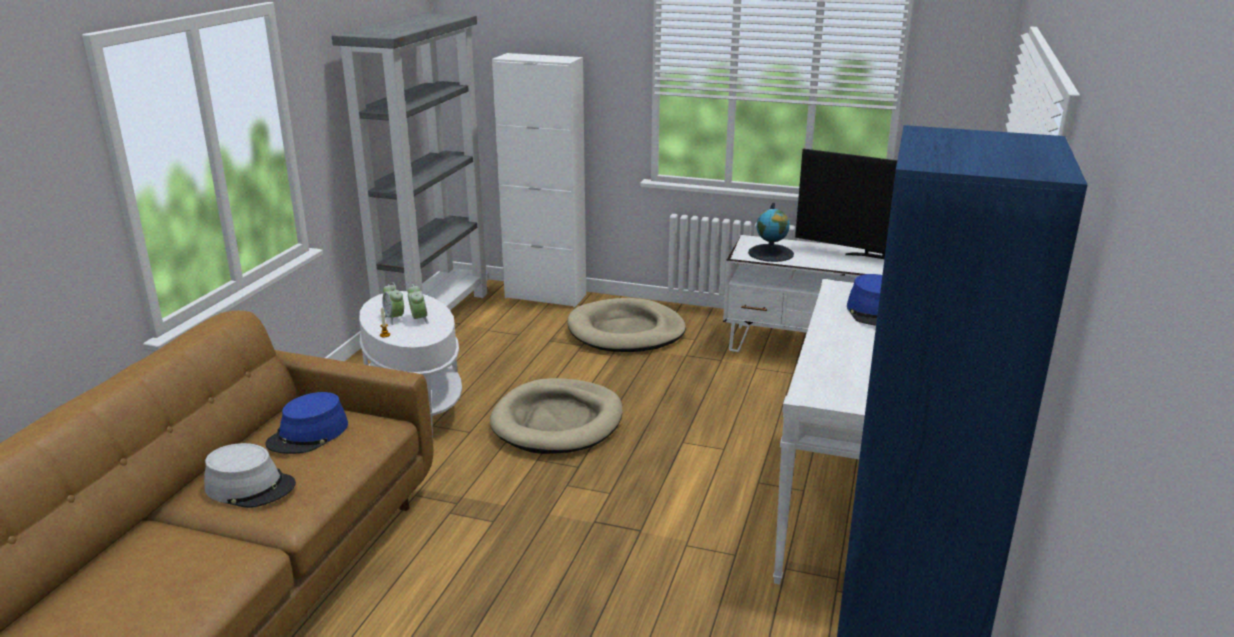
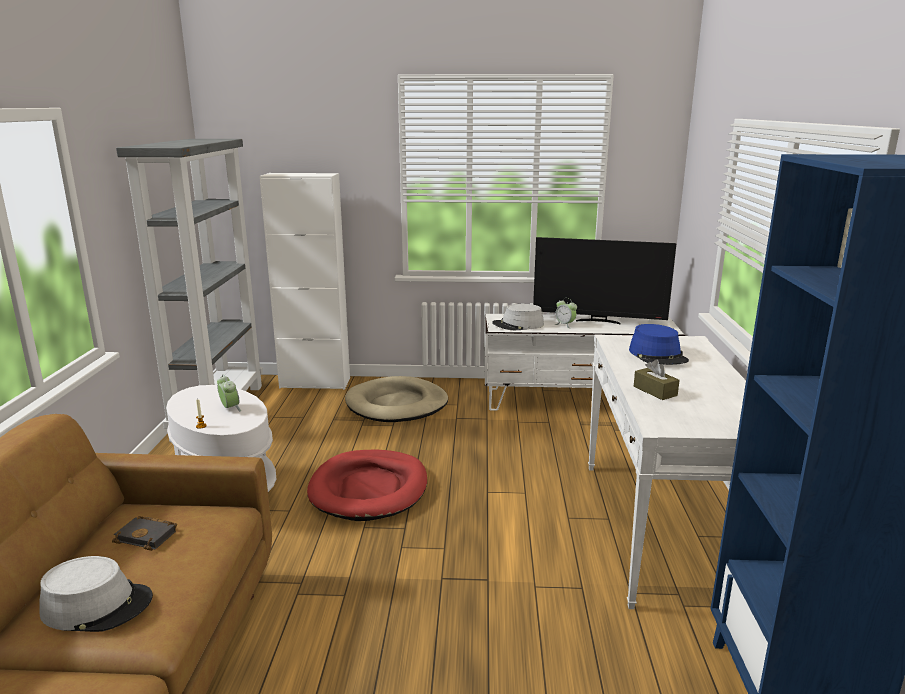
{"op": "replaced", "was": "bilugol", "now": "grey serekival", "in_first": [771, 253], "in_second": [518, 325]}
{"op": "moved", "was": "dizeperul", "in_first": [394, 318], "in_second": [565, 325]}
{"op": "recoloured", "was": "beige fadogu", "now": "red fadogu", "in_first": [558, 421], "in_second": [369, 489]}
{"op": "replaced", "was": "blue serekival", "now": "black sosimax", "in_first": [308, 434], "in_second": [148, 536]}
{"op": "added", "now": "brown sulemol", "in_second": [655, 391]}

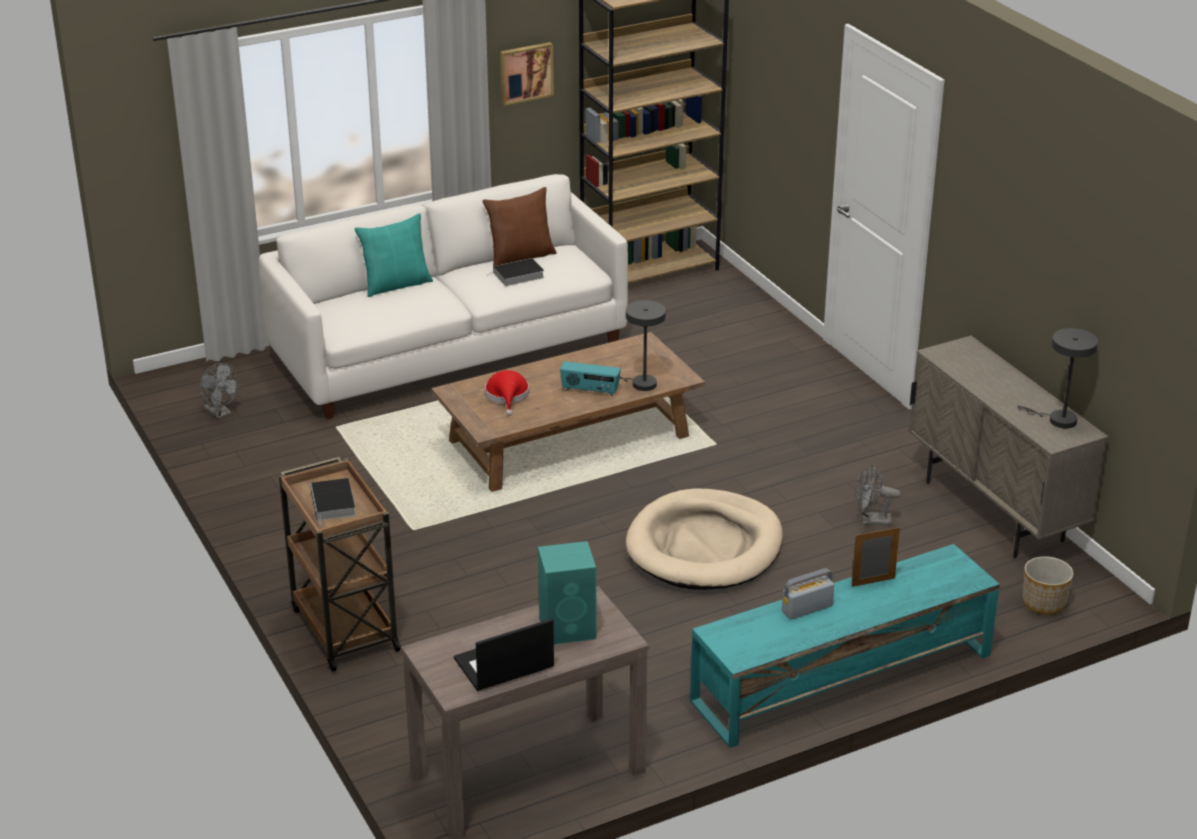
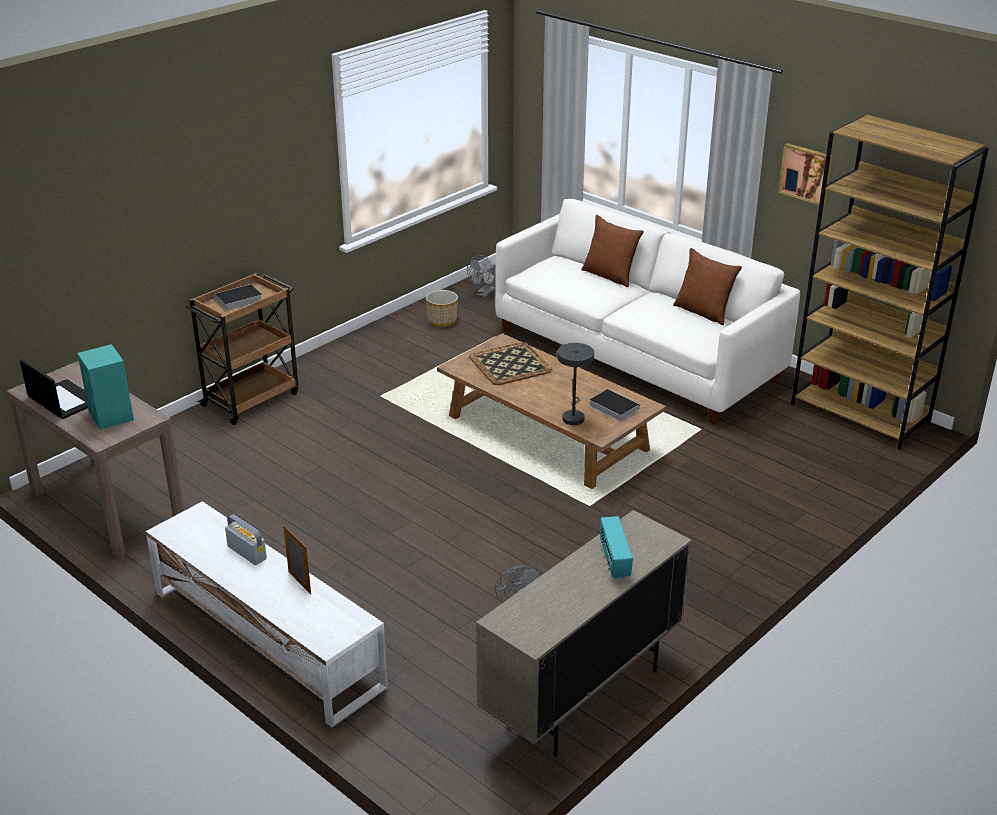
{"op": "recoloured", "was": "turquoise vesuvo", "now": "brown vesuvo", "in_first": [396, 284], "in_second": [610, 275]}
{"op": "moved", "was": "sosimax", "in_first": [517, 275], "in_second": [612, 407]}
{"op": "removed", "was": "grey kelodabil", "in_first": [1057, 420]}
{"op": "moved", "was": "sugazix", "in_first": [590, 390], "in_second": [614, 561]}
{"op": "replaced", "was": "red serekival", "now": "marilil", "in_first": [507, 396], "in_second": [511, 364]}
{"op": "removed", "was": "beige fadogu", "in_first": [704, 546]}
{"op": "recoloured", "was": "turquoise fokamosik", "now": "white fokamosik", "in_first": [840, 678], "in_second": [266, 637]}
{"op": "moved", "was": "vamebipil", "in_first": [1044, 603], "in_second": [442, 321]}

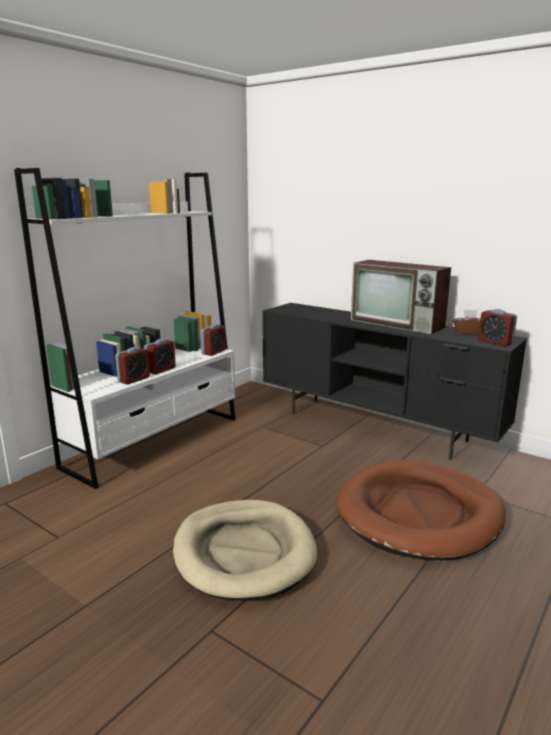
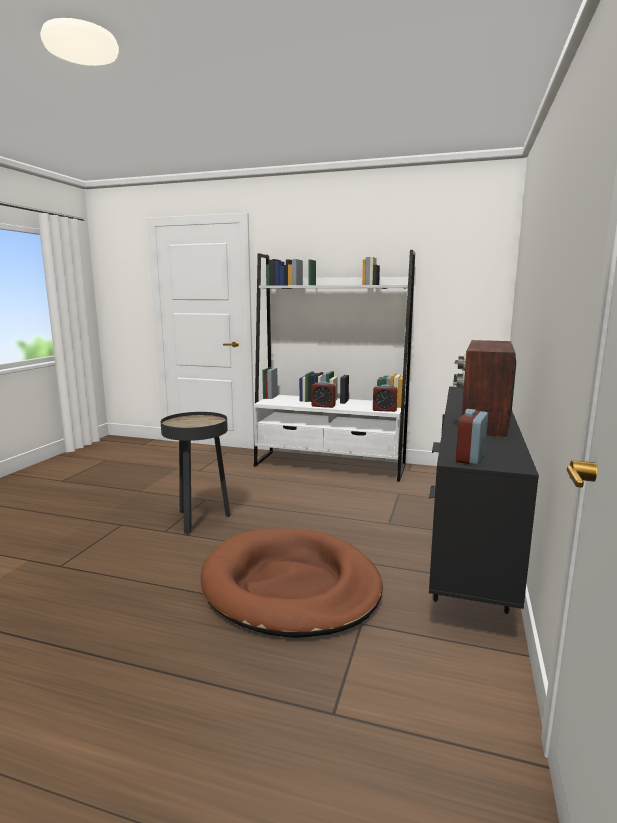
{"op": "removed", "was": "brown sulemol", "in_first": [468, 333]}
{"op": "removed", "was": "dizeperul", "in_first": [134, 379]}
{"op": "replaced", "was": "beige fadogu", "now": "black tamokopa", "in_first": [244, 552], "in_second": [200, 520]}

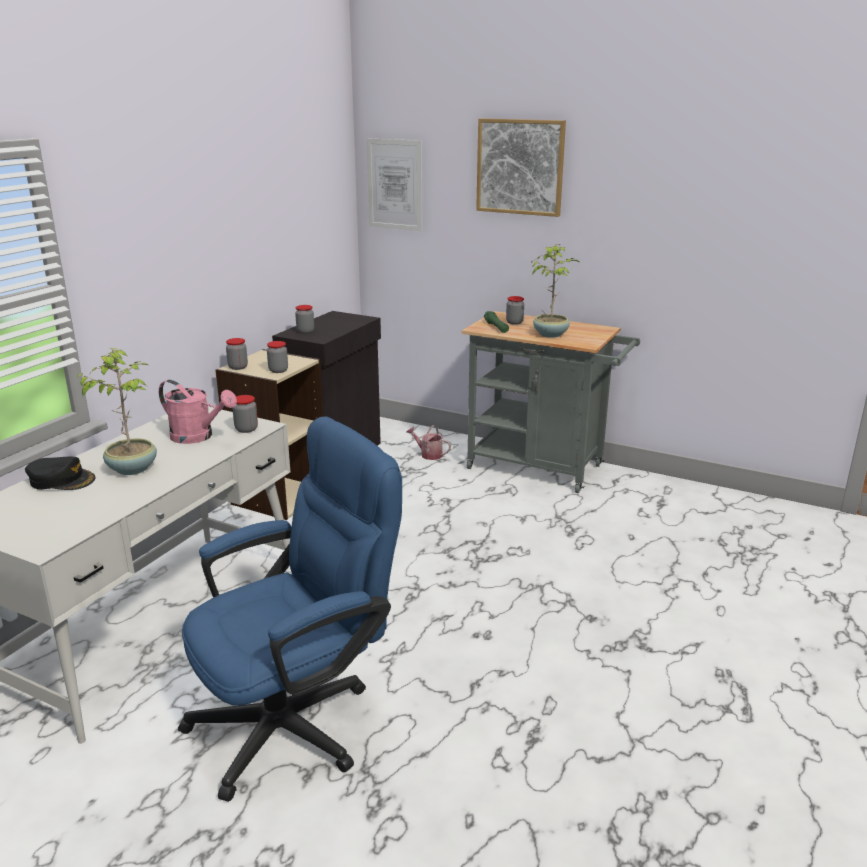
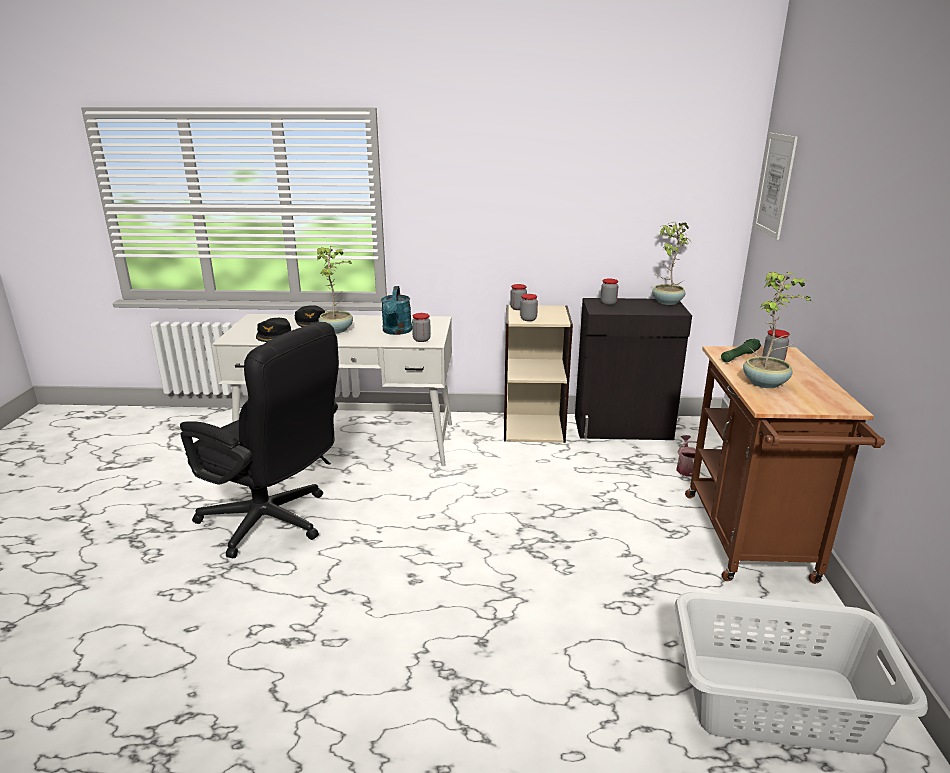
{"op": "removed", "was": "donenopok", "in_first": [520, 167]}
{"op": "recoloured", "was": "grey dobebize", "now": "brown dobebize", "in_first": [543, 468], "in_second": [751, 543]}
{"op": "recoloured", "was": "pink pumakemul", "now": "turquoise pumakemul", "in_first": [198, 437], "in_second": [396, 332]}
{"op": "recoloured", "was": "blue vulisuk", "now": "black vulisuk", "in_first": [298, 720], "in_second": [274, 523]}
{"op": "added", "now": "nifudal", "in_second": [666, 302]}
{"op": "added", "now": "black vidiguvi", "in_second": [274, 334]}
{"op": "added", "now": "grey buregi", "in_second": [778, 703]}

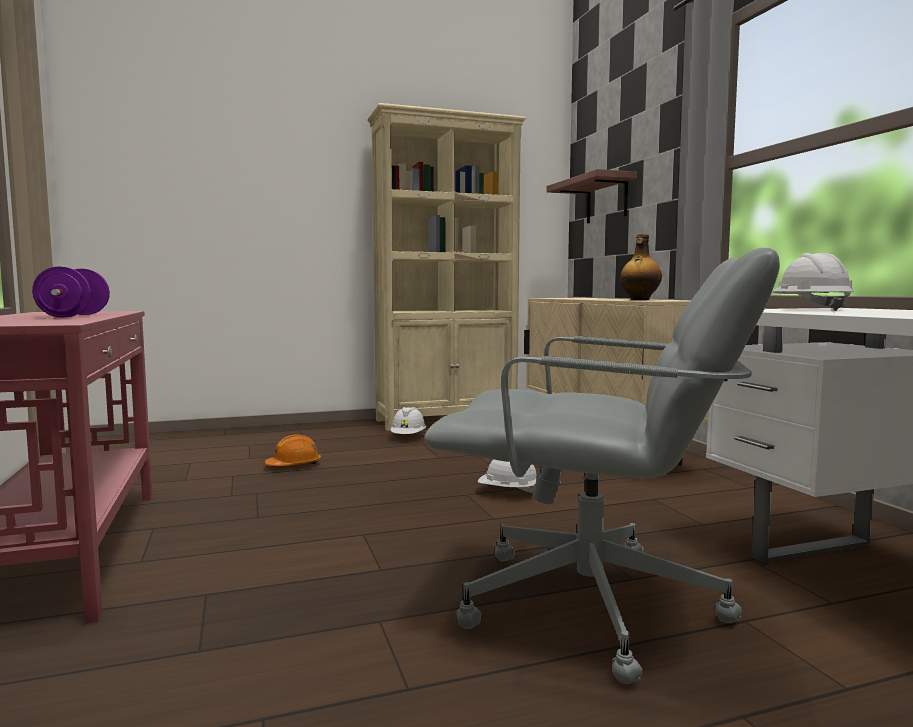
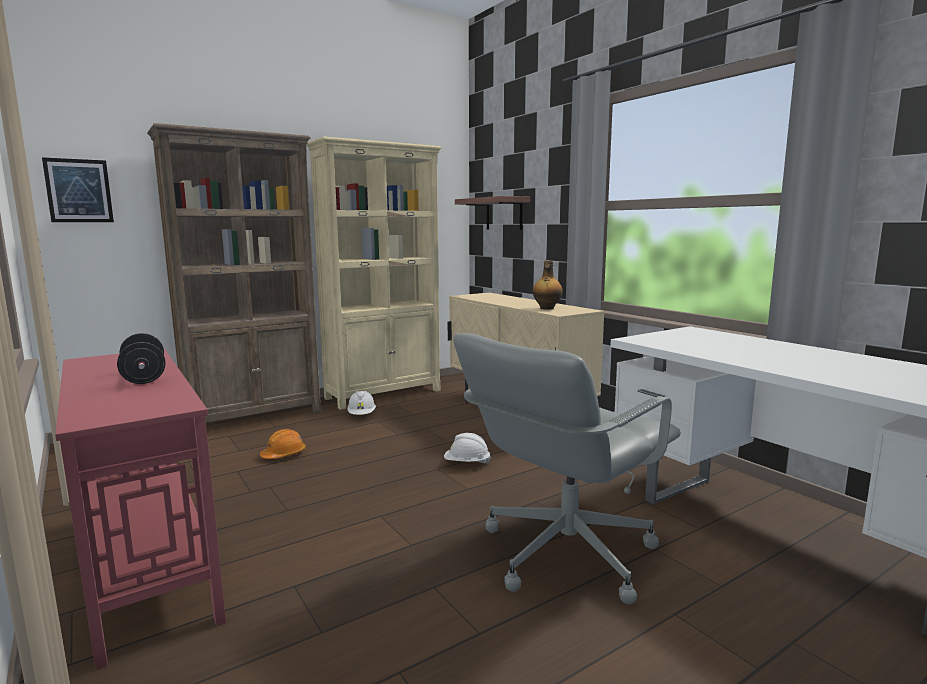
{"op": "turned", "was": "grey vulisuk", "in_first": [593, 606], "in_second": [565, 553], "clockwise": 135}
{"op": "removed", "was": "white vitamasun", "in_first": [810, 309]}
{"op": "recoloured", "was": "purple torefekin", "now": "black torefekin", "in_first": [74, 316], "in_second": [144, 377]}
{"op": "added", "now": "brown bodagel", "in_second": [255, 416]}
{"op": "added", "now": "donenopok", "in_second": [79, 191]}

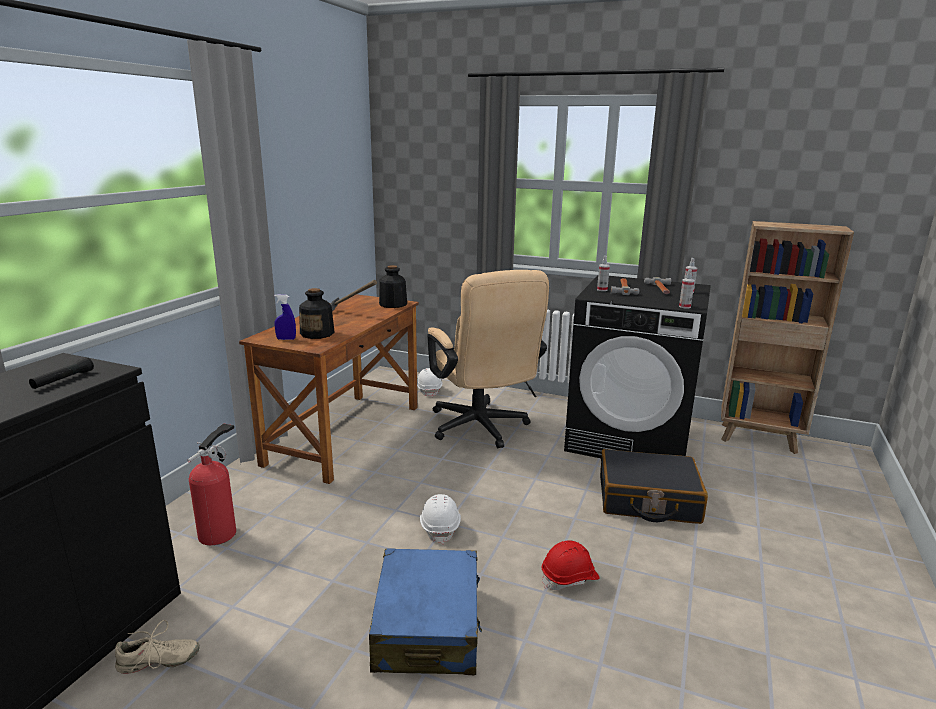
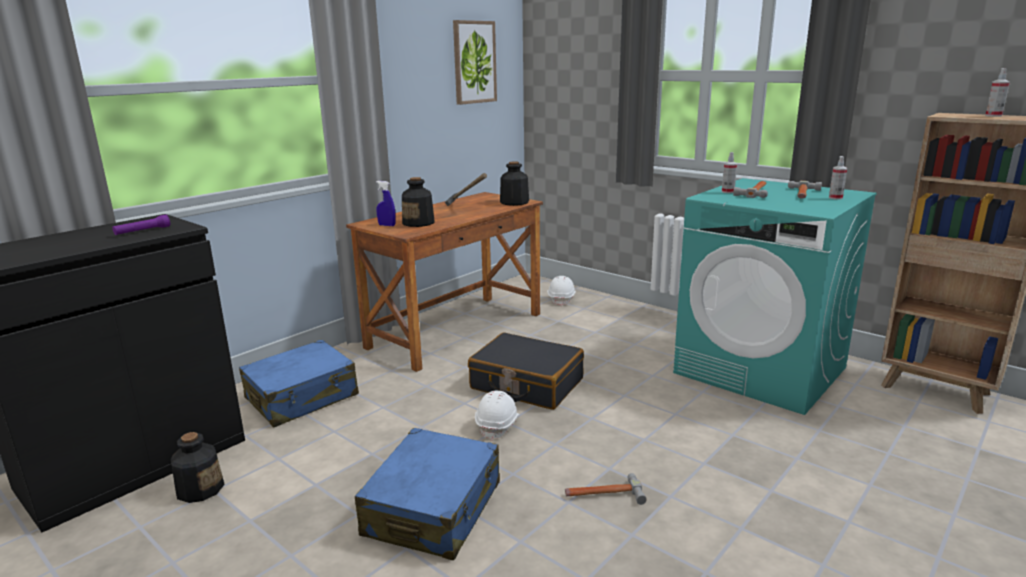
{"op": "moved", "was": "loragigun", "in_first": [684, 306], "in_second": [993, 115]}
{"op": "removed", "was": "beige vulisuk", "in_first": [482, 429]}
{"op": "recoloured", "was": "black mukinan", "now": "turquoise mukinan", "in_first": [630, 439], "in_second": [761, 370]}
{"op": "recoloured", "was": "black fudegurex", "now": "purple fudegurex", "in_first": [63, 380], "in_second": [143, 231]}
{"op": "replaced", "was": "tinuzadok", "now": "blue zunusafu", "in_first": [220, 531], "in_second": [302, 397]}
{"op": "moved", "was": "black zunusafu", "in_first": [648, 500], "in_second": [526, 384]}
{"op": "replaced", "was": "red vitamasun", "now": "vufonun", "in_first": [569, 578], "in_second": [603, 494]}
{"op": "replaced", "was": "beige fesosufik", "now": "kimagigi", "in_first": [158, 662], "in_second": [200, 489]}
{"op": "added", "now": "donenopok", "in_second": [474, 62]}

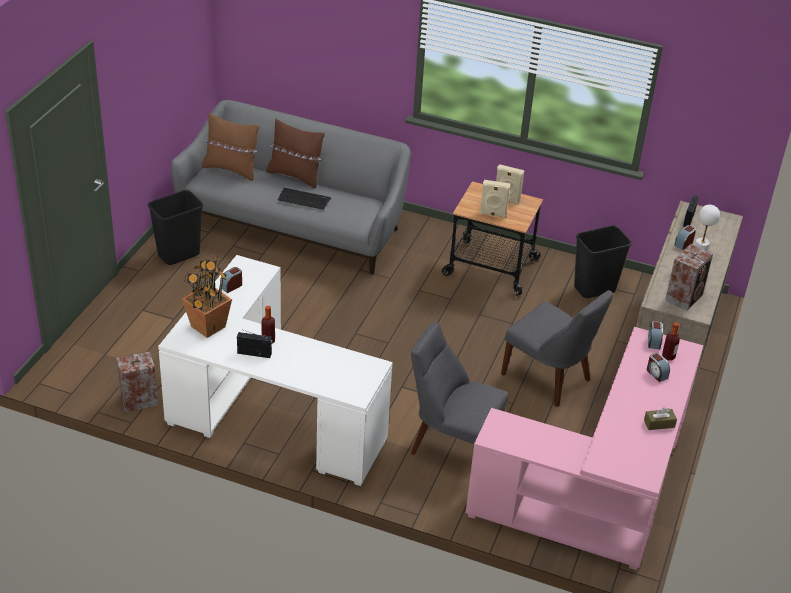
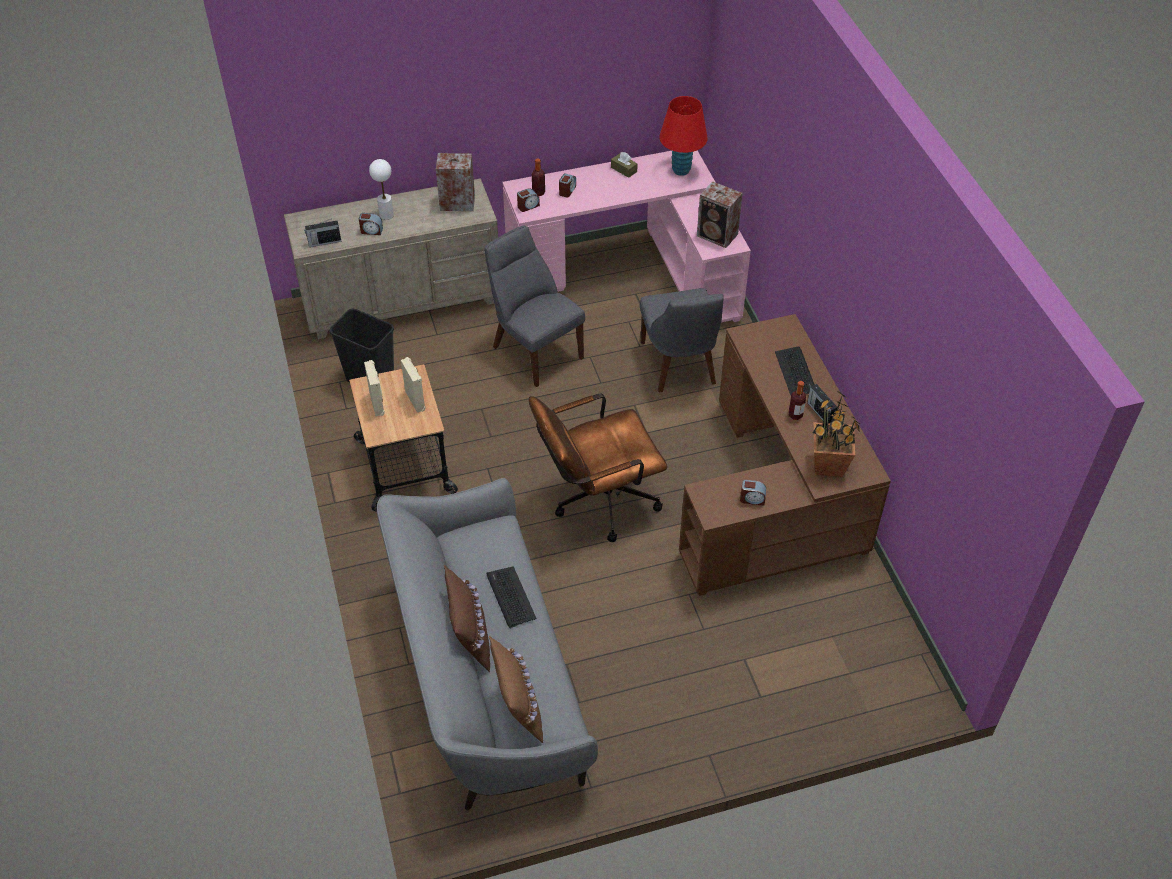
{"op": "removed", "was": "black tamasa", "in_first": [178, 254]}
{"op": "recoloured", "was": "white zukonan", "now": "brown zukonan", "in_first": [265, 412], "in_second": [777, 499]}
{"op": "turned", "was": "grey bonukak", "in_first": [549, 379], "in_second": [534, 350], "clockwise": -45}
{"op": "moved", "was": "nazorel", "in_first": [137, 400], "in_second": [718, 236]}
{"op": "added", "now": "red kelodabil", "in_second": [681, 170]}
{"op": "added", "now": "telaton", "in_second": [795, 372]}
{"op": "added", "now": "brown vulisuk", "in_second": [597, 502]}

